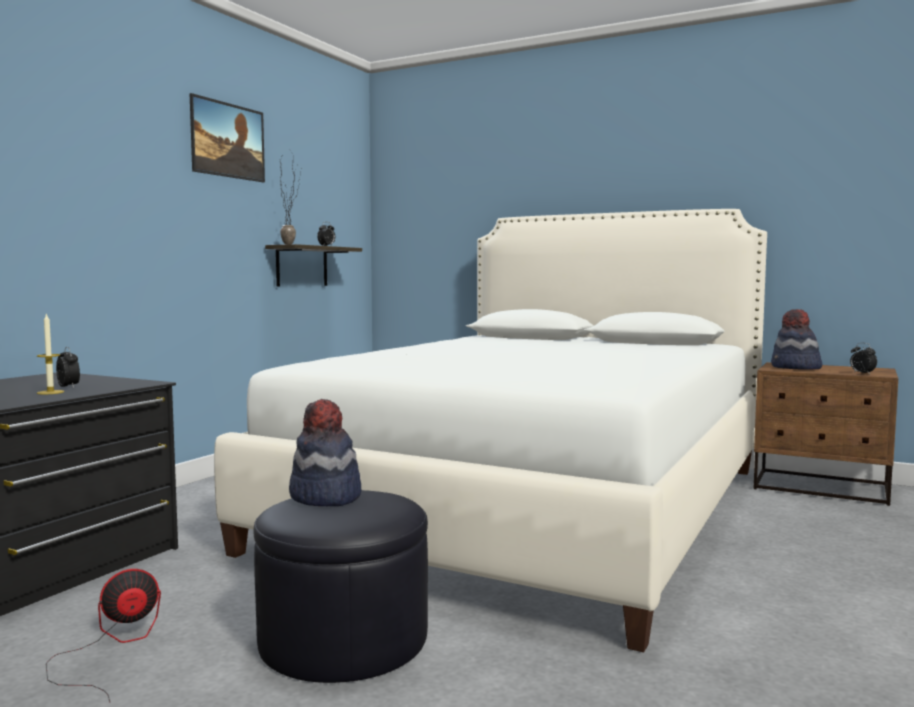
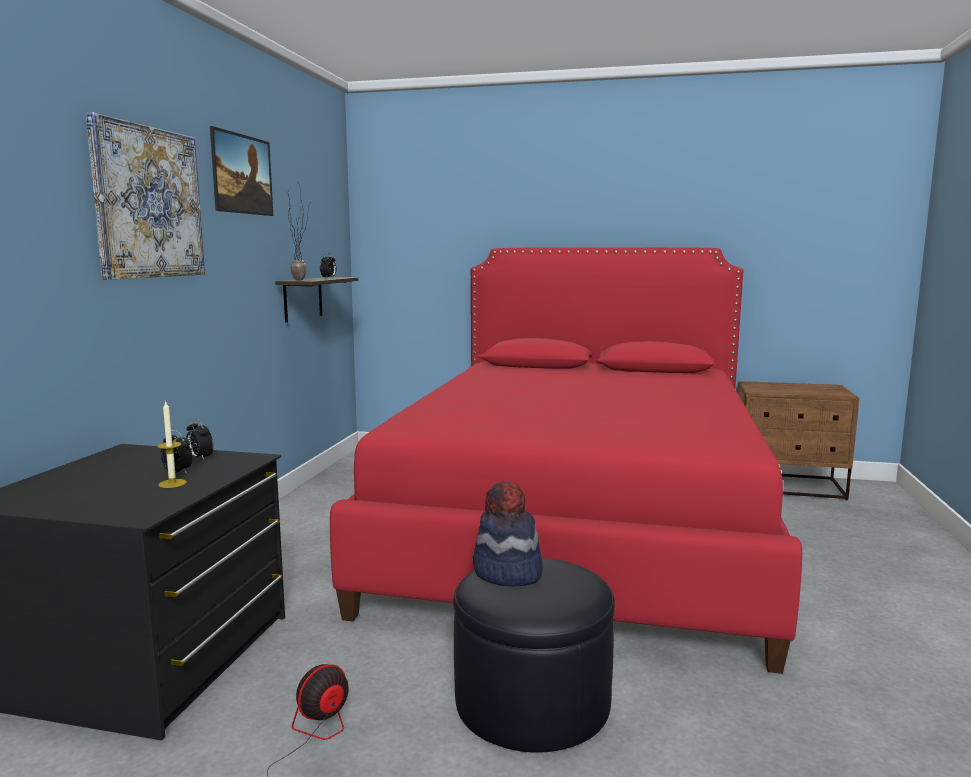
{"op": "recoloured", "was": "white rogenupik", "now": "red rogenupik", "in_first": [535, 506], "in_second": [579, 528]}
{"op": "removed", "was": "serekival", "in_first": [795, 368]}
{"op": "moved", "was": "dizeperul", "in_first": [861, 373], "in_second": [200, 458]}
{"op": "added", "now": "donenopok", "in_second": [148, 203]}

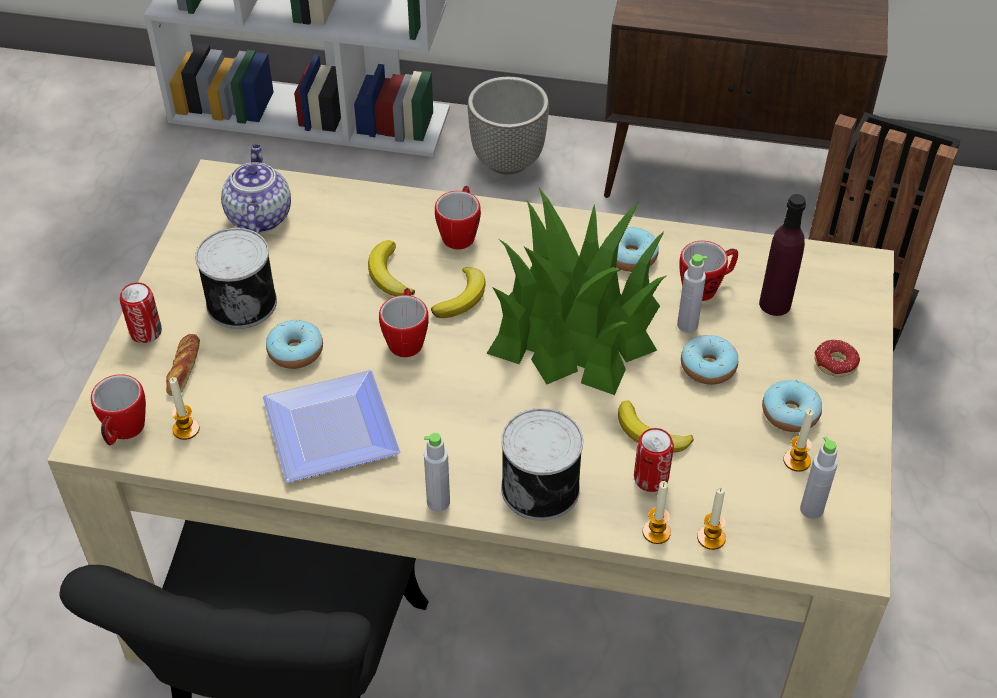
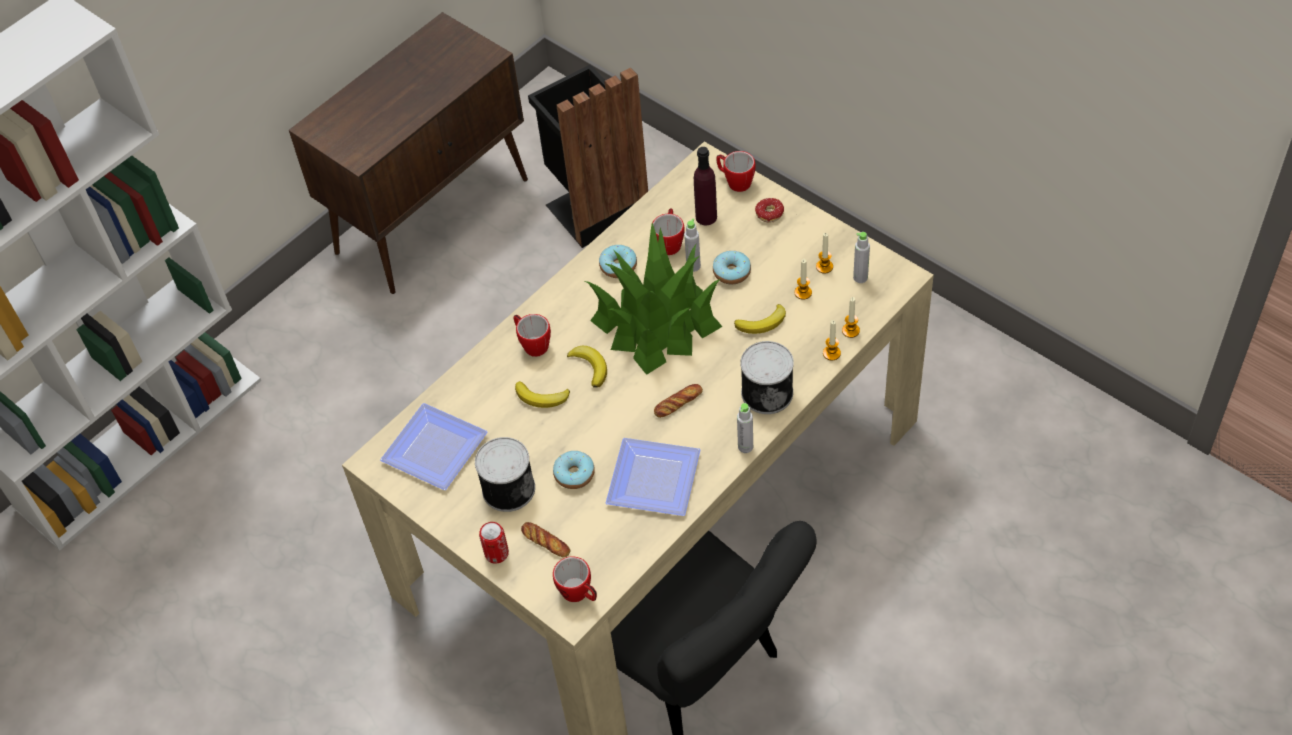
{"op": "removed", "was": "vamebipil", "in_first": [507, 162]}
{"op": "replaced", "was": "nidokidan", "now": "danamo", "in_first": [258, 217], "in_second": [431, 450]}
{"op": "moved", "was": "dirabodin", "in_first": [406, 338], "in_second": [735, 181]}
{"op": "moved", "was": "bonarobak", "in_first": [186, 429], "in_second": [803, 292]}
{"op": "removed", "was": "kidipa", "in_first": [790, 413]}
{"op": "removed", "was": "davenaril", "in_first": [651, 478]}
{"op": "added", "now": "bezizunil", "in_second": [678, 403]}

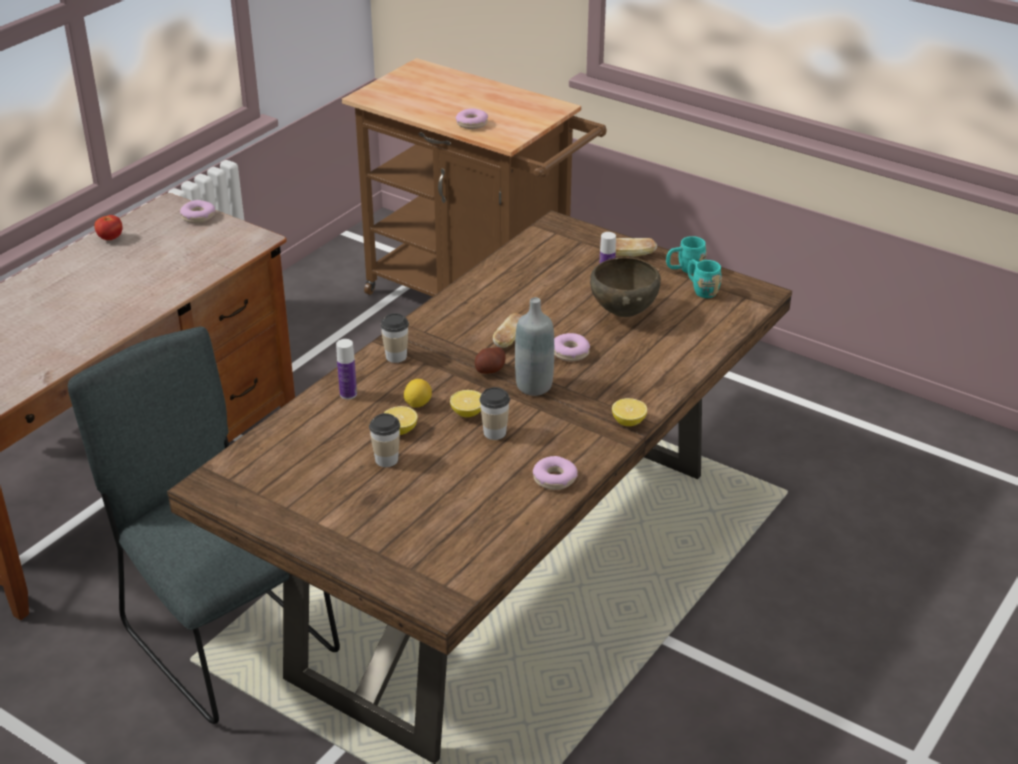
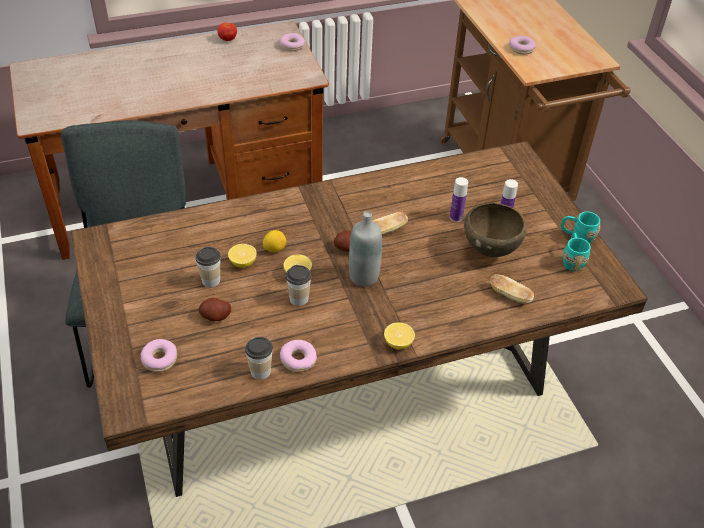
{"op": "moved", "was": "bezizunil", "in_first": [631, 255], "in_second": [510, 296]}
{"op": "moved", "was": "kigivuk", "in_first": [396, 356], "in_second": [260, 371]}
{"op": "moved", "was": "kidipa", "in_first": [570, 352], "in_second": [160, 359]}
{"op": "moved", "was": "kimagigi", "in_first": [348, 394], "in_second": [456, 217]}
{"op": "added", "now": "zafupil", "in_second": [215, 316]}

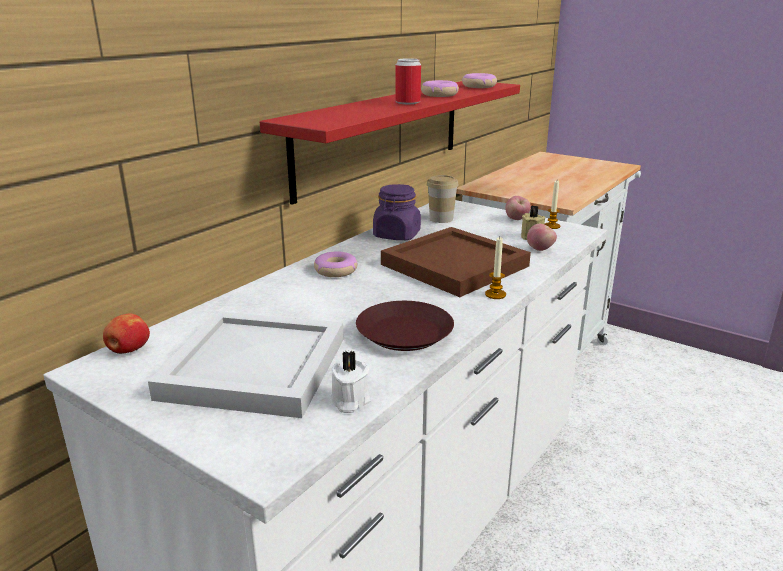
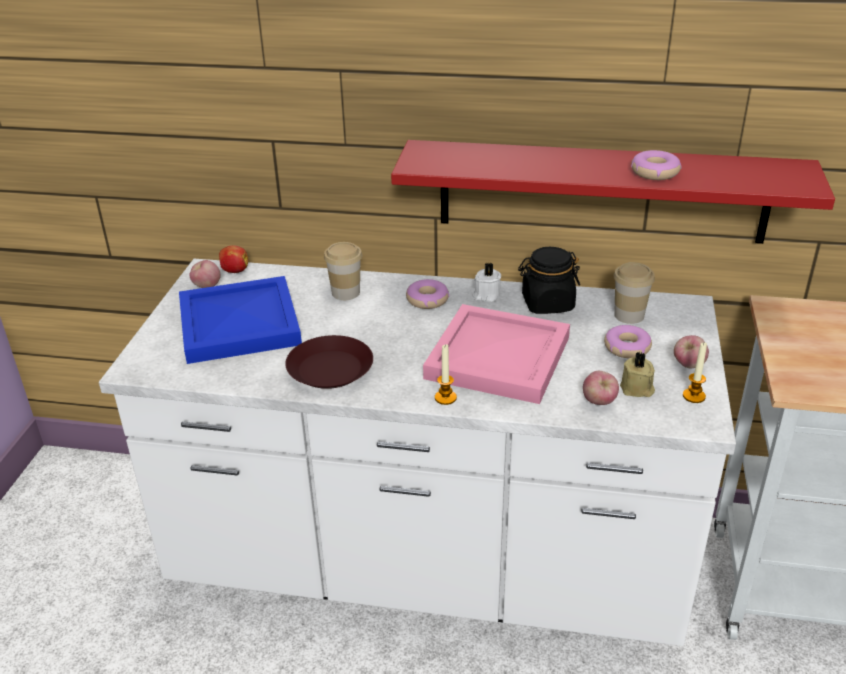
{"op": "removed", "was": "davenaril", "in_first": [407, 102]}
{"op": "moved", "was": "kidipa", "in_first": [479, 86], "in_second": [627, 348]}
{"op": "recoloured", "was": "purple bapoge", "now": "black bapoge", "in_first": [397, 235], "in_second": [547, 303]}
{"op": "recoloured", "was": "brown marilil", "now": "pink marilil", "in_first": [454, 266], "in_second": [495, 358]}
{"op": "recoloured", "was": "white marilil", "now": "blue marilil", "in_first": [256, 369], "in_second": [237, 325]}
{"op": "moved", "was": "white bonarobak", "in_first": [349, 401], "in_second": [486, 295]}
{"op": "added", "now": "kigivuk", "in_second": [345, 293]}
{"op": "added", "now": "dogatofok", "in_second": [207, 286]}

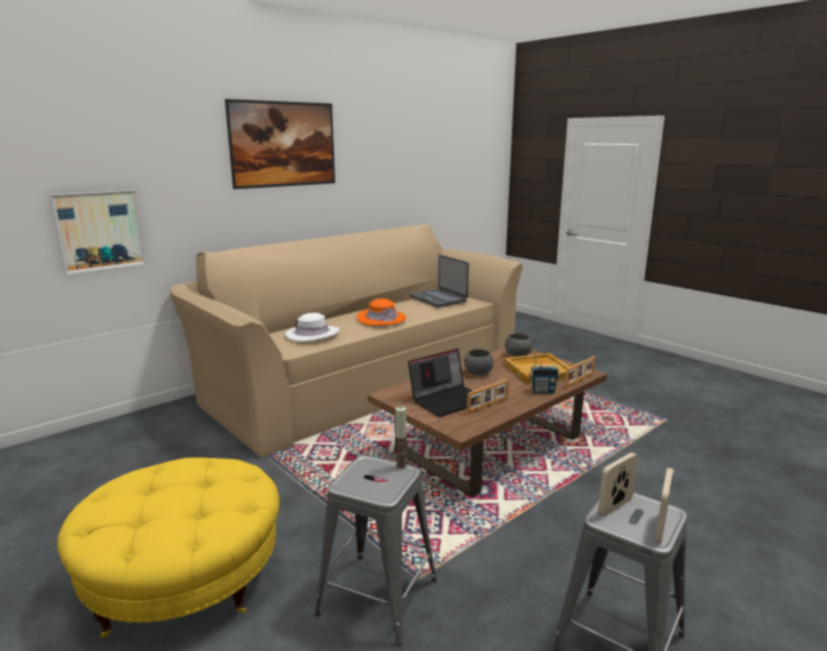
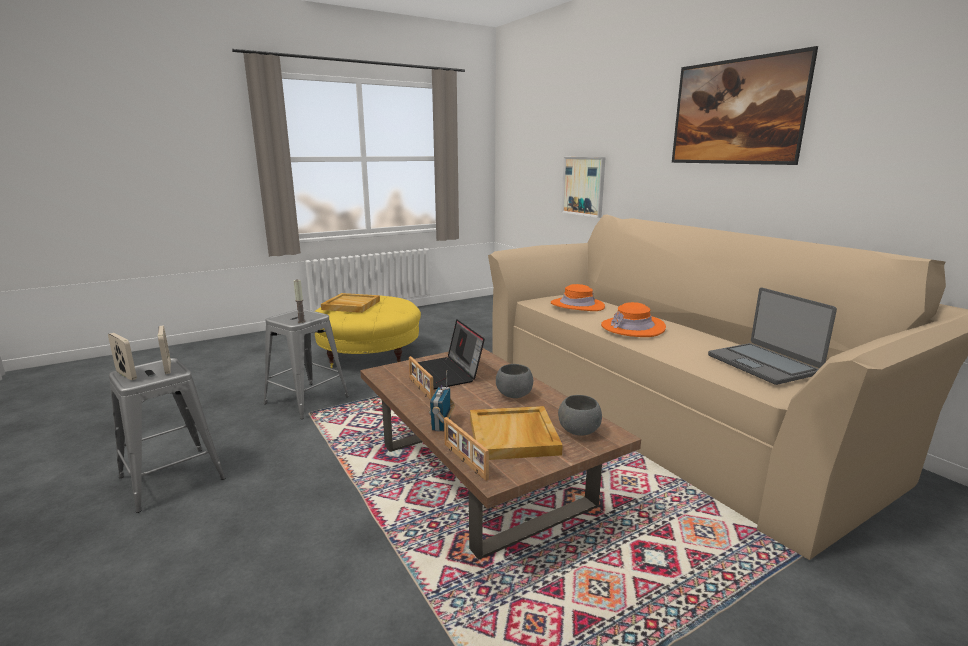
{"op": "turned", "was": "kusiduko", "in_first": [438, 299], "in_second": [763, 364], "clockwise": -90}
{"op": "recoloured", "was": "white serekival", "now": "orange serekival", "in_first": [312, 334], "in_second": [577, 305]}
{"op": "added", "now": "beige marilil", "in_second": [350, 305]}

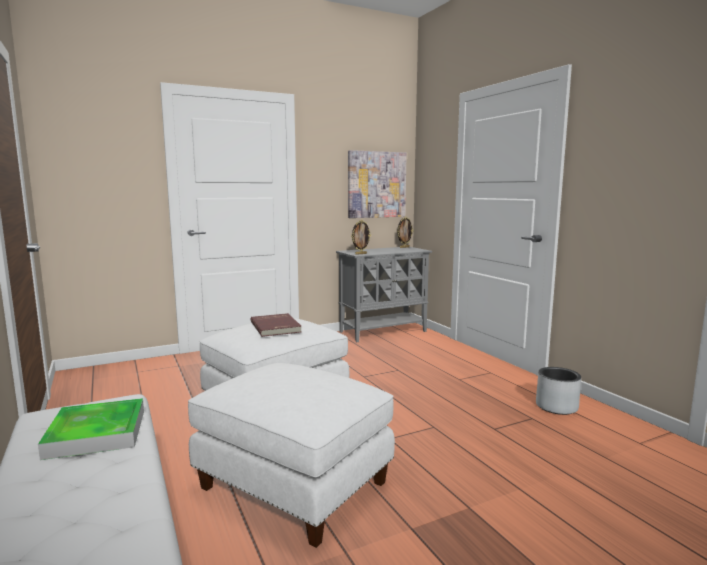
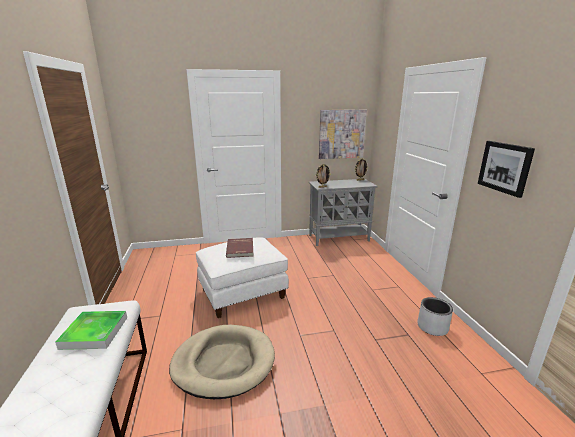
{"op": "replaced", "was": "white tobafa", "now": "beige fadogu", "in_first": [292, 486], "in_second": [223, 363]}
{"op": "added", "now": "donenopok", "in_second": [505, 167]}

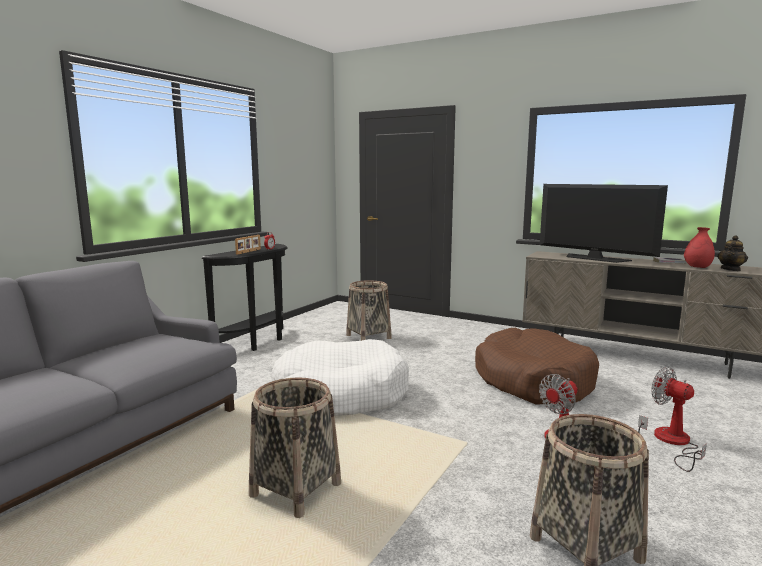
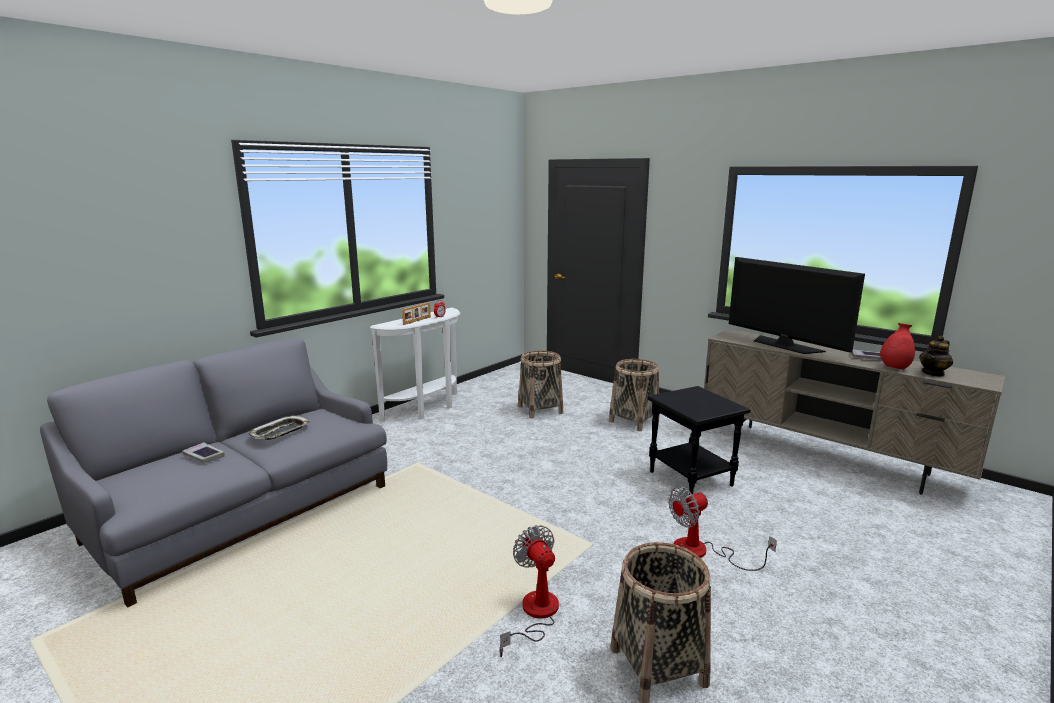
{"op": "recoloured", "was": "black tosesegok", "now": "white tosesegok", "in_first": [258, 342], "in_second": [428, 409]}
{"op": "replaced", "was": "brown fadogu", "now": "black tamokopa", "in_first": [533, 381], "in_second": [692, 479]}
{"op": "removed", "was": "white fadogu", "in_first": [340, 394]}
{"op": "moved", "was": "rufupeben", "in_first": [675, 443], "in_second": [534, 614]}
{"op": "moved", "was": "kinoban", "in_first": [296, 489], "in_second": [634, 420]}
{"op": "added", "now": "marilil", "in_second": [280, 432]}
{"op": "added", "now": "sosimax", "in_second": [203, 456]}

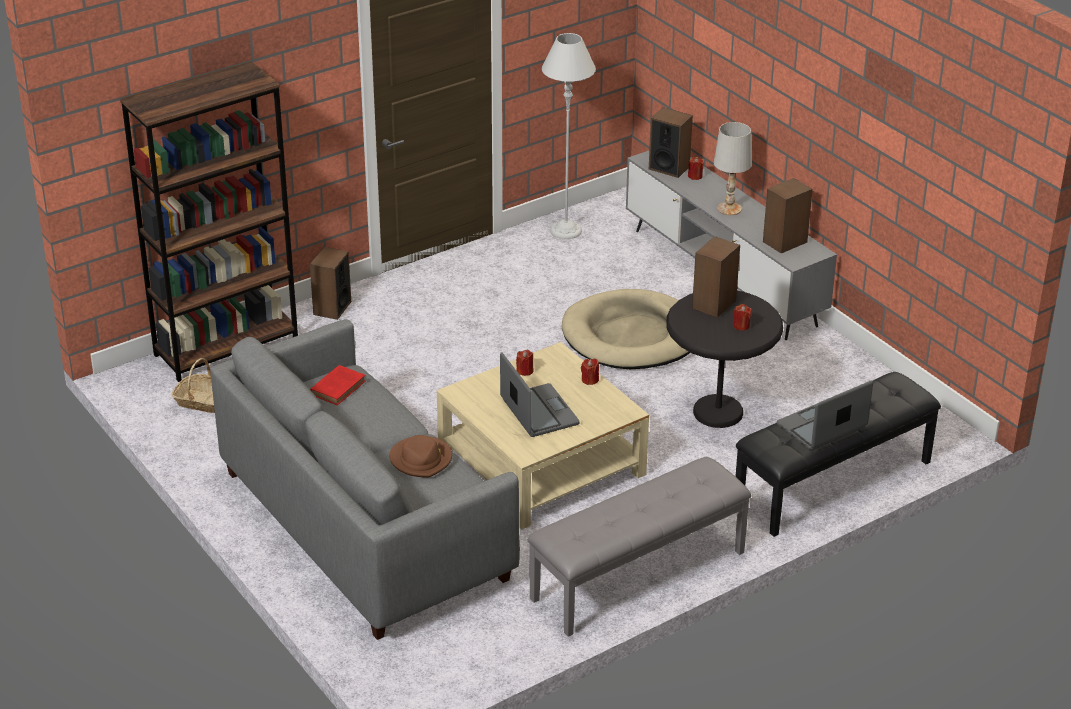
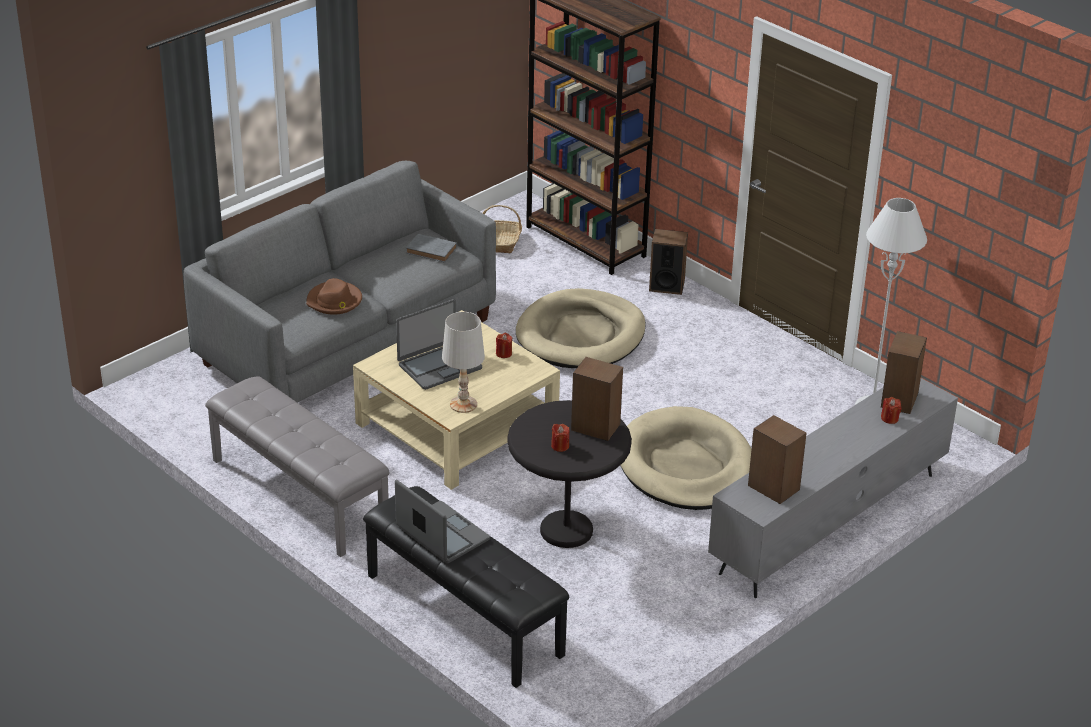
{"op": "moved", "was": "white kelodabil", "in_first": [729, 208], "in_second": [463, 404]}
{"op": "removed", "was": "red bonarobak", "in_first": [590, 380]}
{"op": "recoloured", "was": "red sosimax", "now": "grey sosimax", "in_first": [339, 387], "in_second": [432, 251]}
{"op": "added", "now": "beige fadogu", "in_second": [581, 335]}

